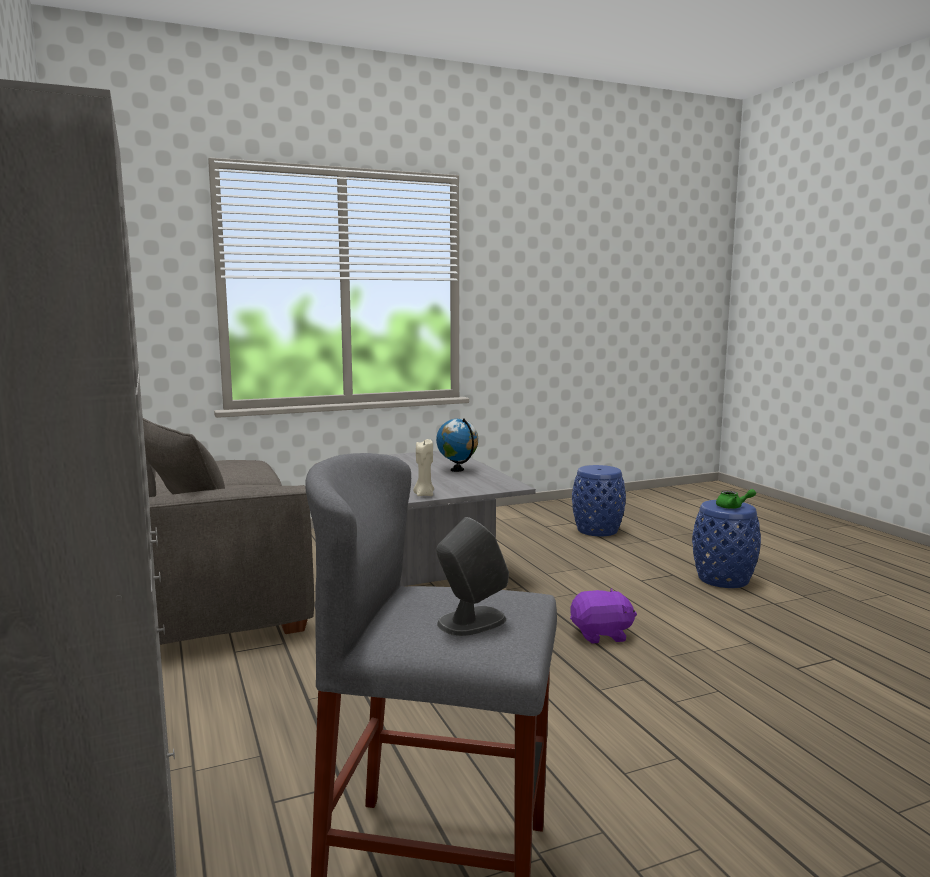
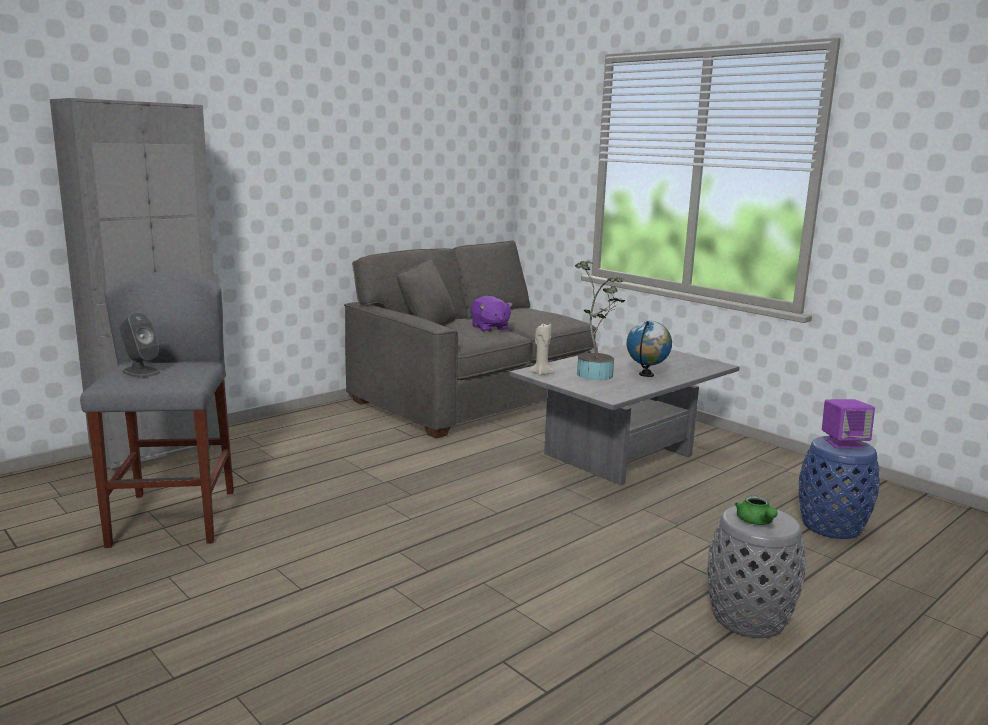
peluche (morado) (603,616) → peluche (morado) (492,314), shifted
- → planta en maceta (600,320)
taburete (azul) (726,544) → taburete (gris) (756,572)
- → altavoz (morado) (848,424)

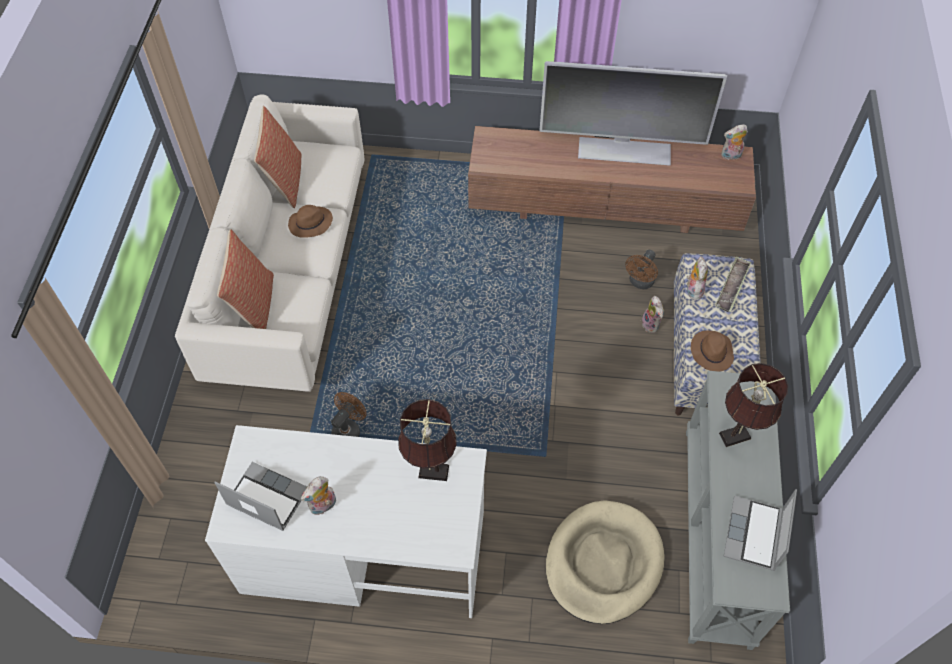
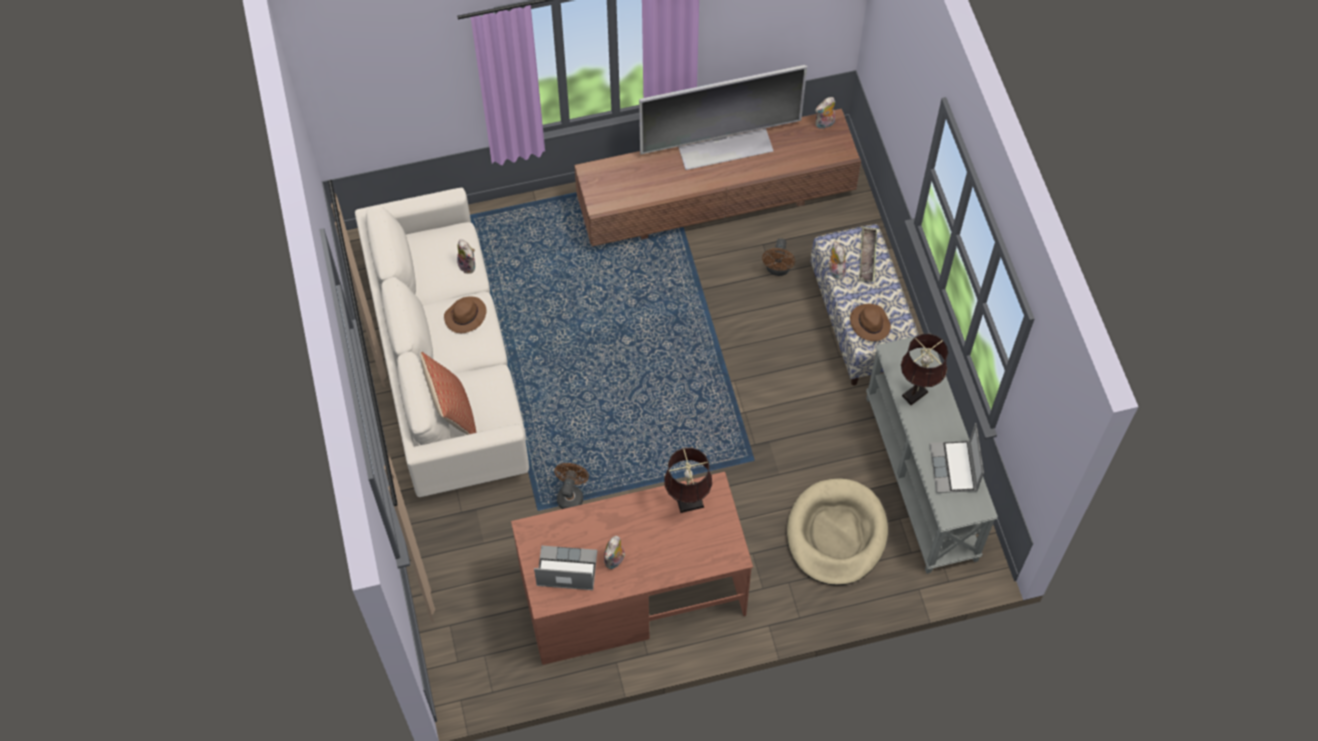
peluche (653,314) → peluche (466,256), shifted
escritorio (blanco) (346,521) → escritorio (marrón) (632,568)
cojín (278,157) → -

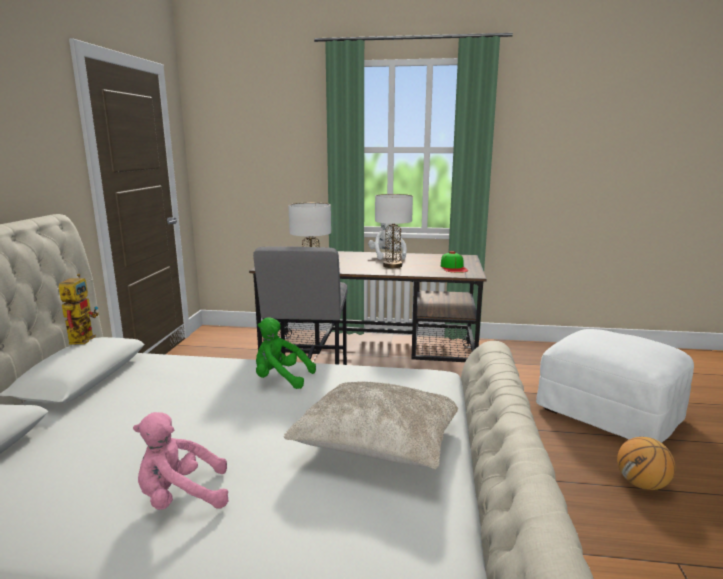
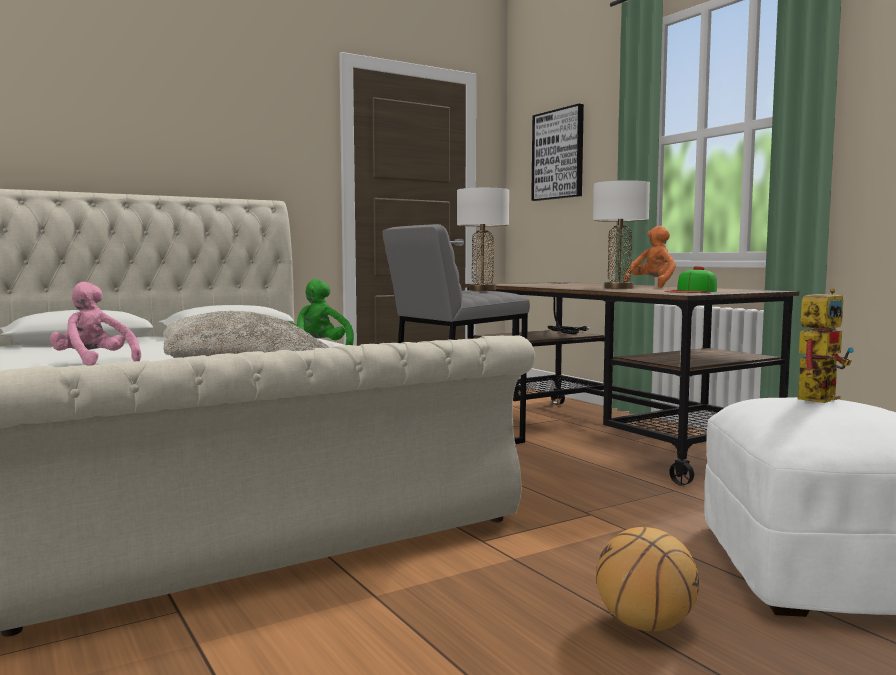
- → cuadro (557,152)
peluche (blanco) (387,241) → peluche (naranja) (649,257)
robot de juguete (79,309) → robot de juguete (826,346), shifted

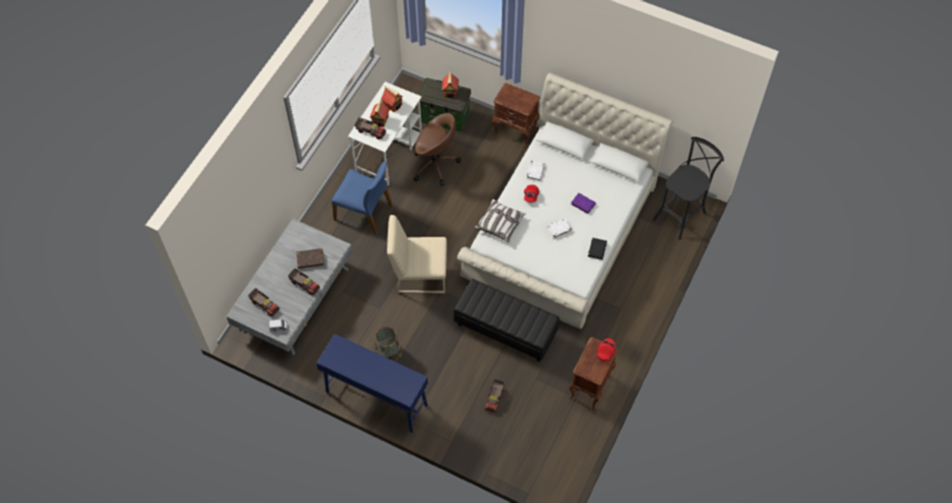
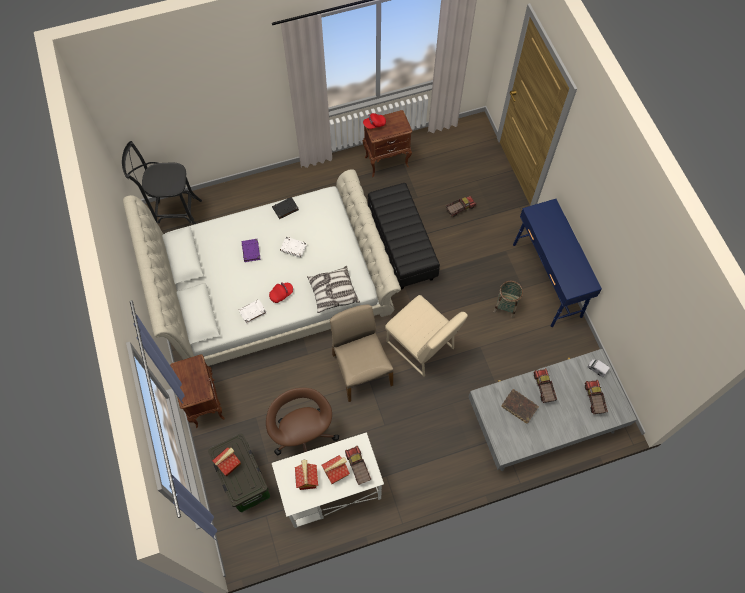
- → silla (beis) (361,353)
silla (azul) (362,197) → -

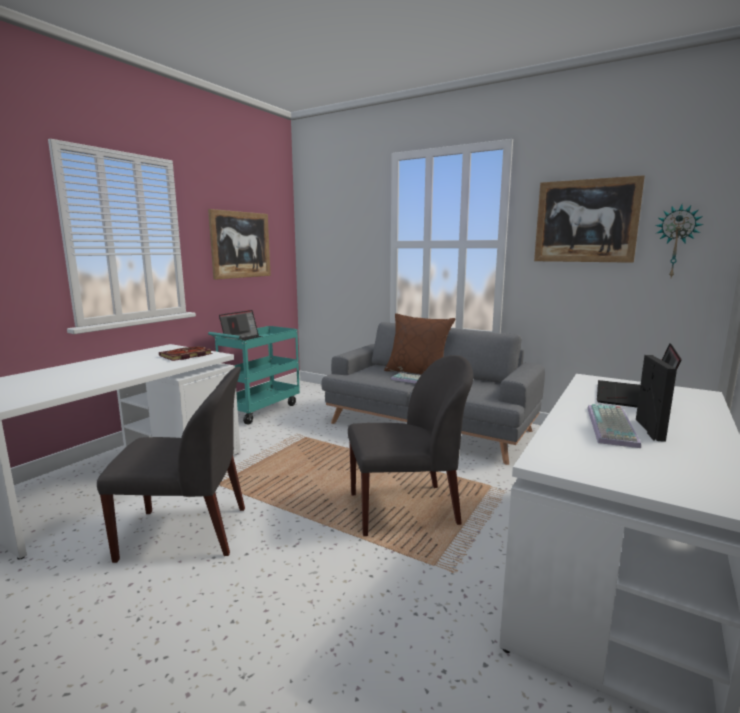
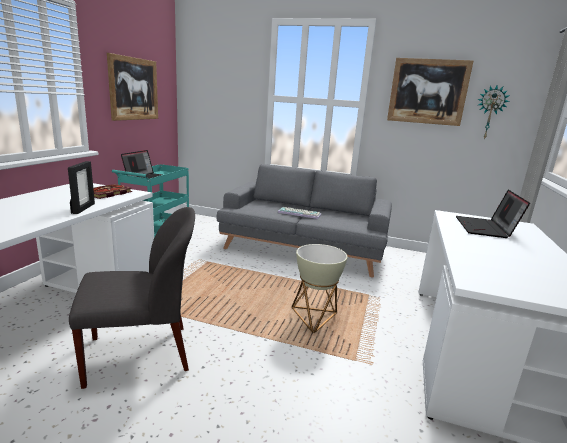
portarretratos (656,398) → portarretratos (81,187), shifted
silla (gris) (410,445) → maceta (319,288)
cojín (marrón) (419,344) → -
teclado (614,426) → -

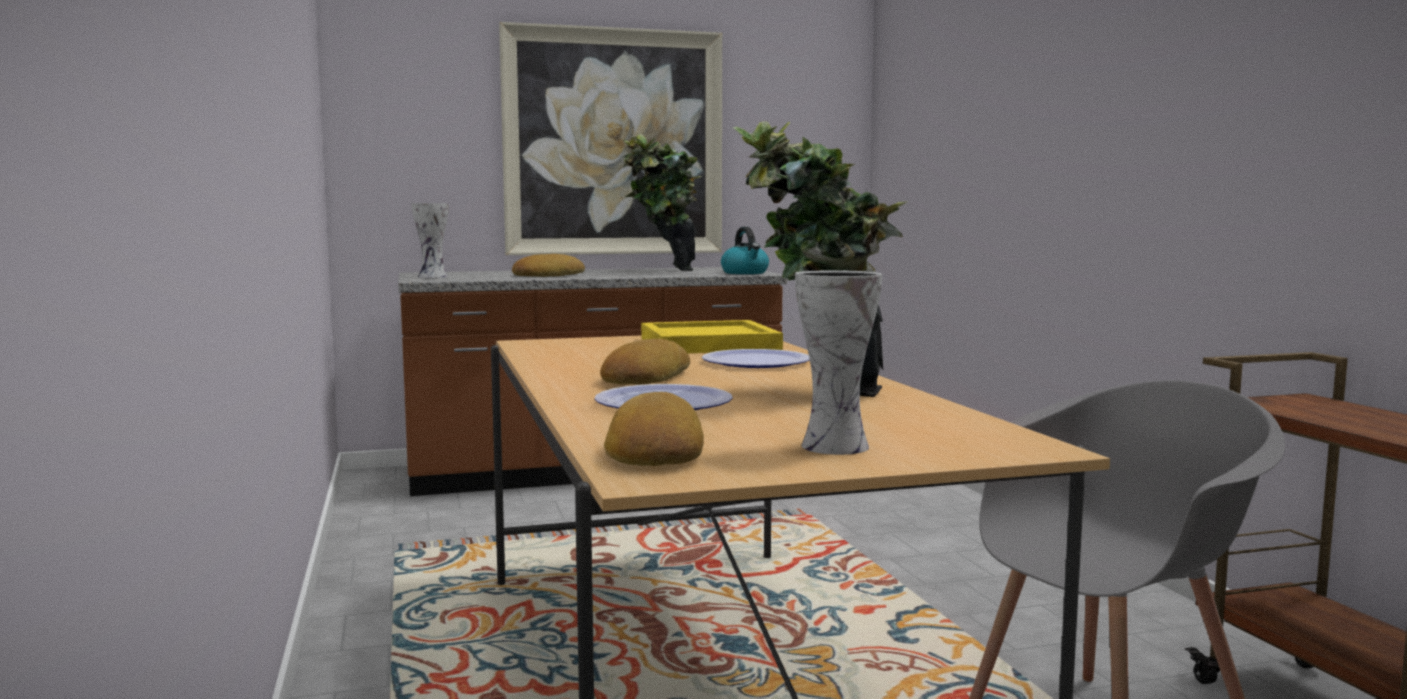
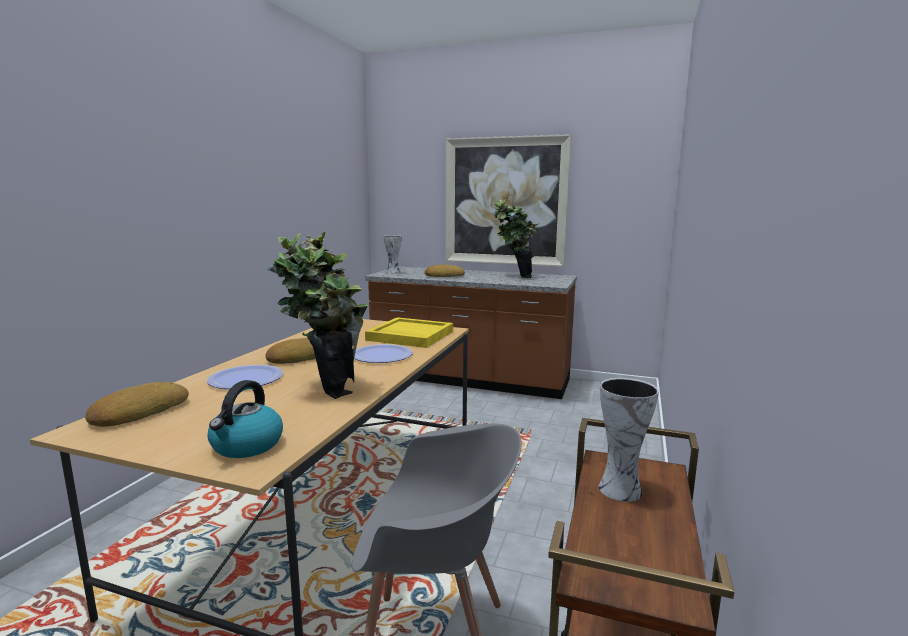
hervidor (745,250) → hervidor (245,419), shifted
florero (838,362) → florero (629,440), shifted

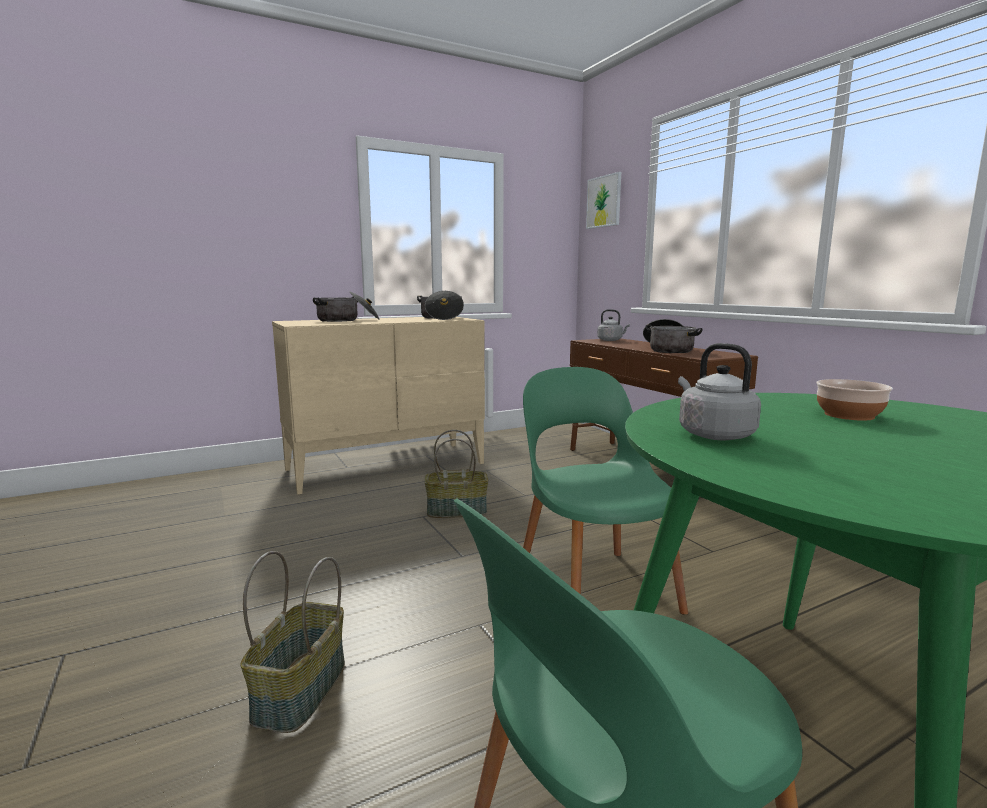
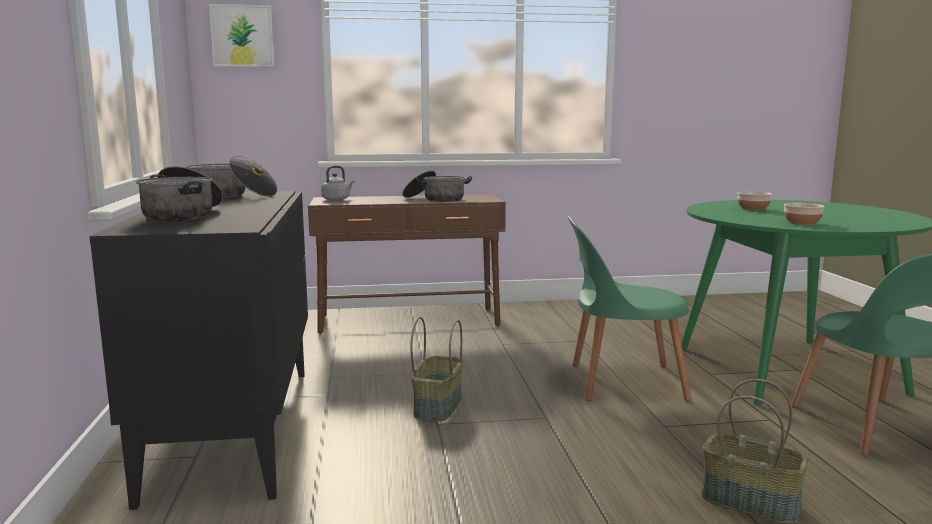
armario (beis) (378,406) → armario (negro) (198,350)
hervidor (gris) (719,391) → cuenco (804,214)

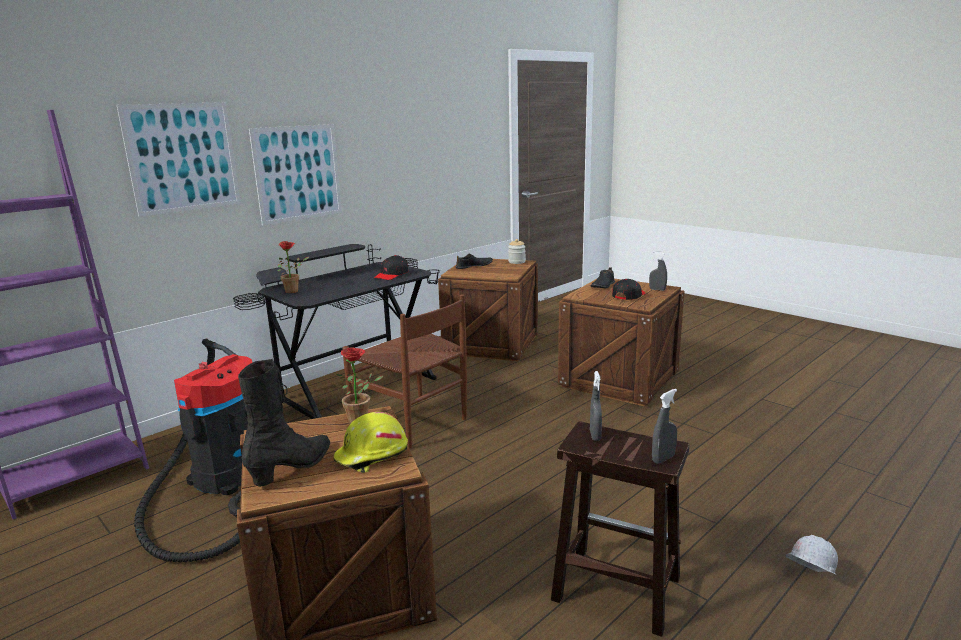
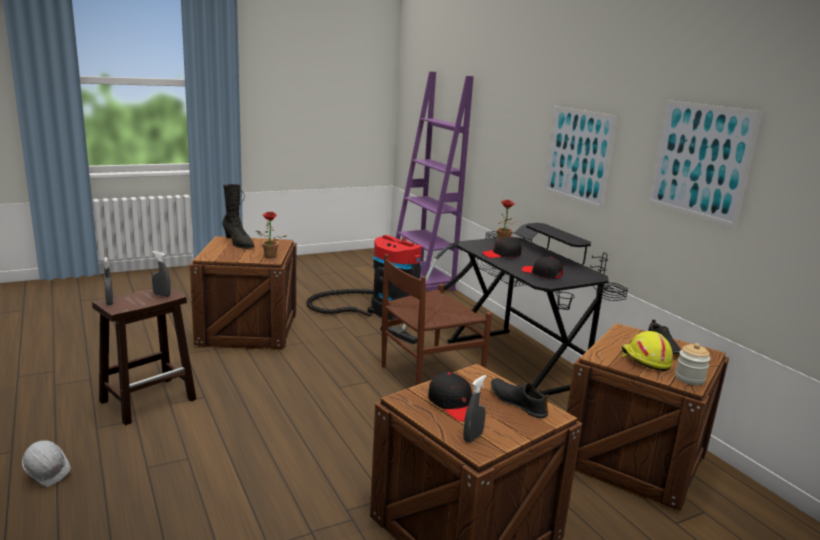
- → gorra (negro) (502,247)
casco (amarillo) (370,442) → casco (amarillo) (647,351), shifted
cuadro (179,159) → cuadro (705,164), shifted

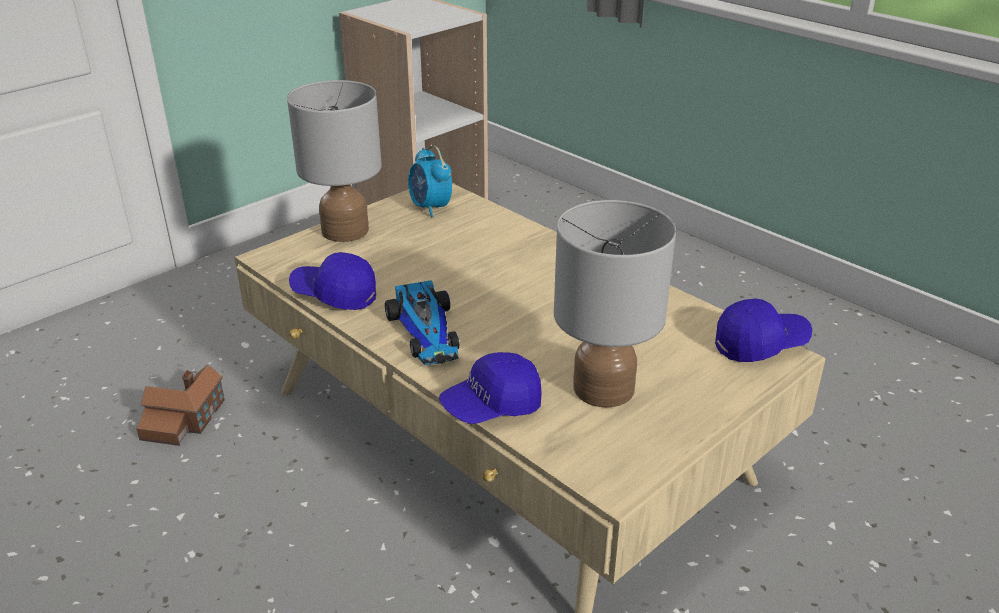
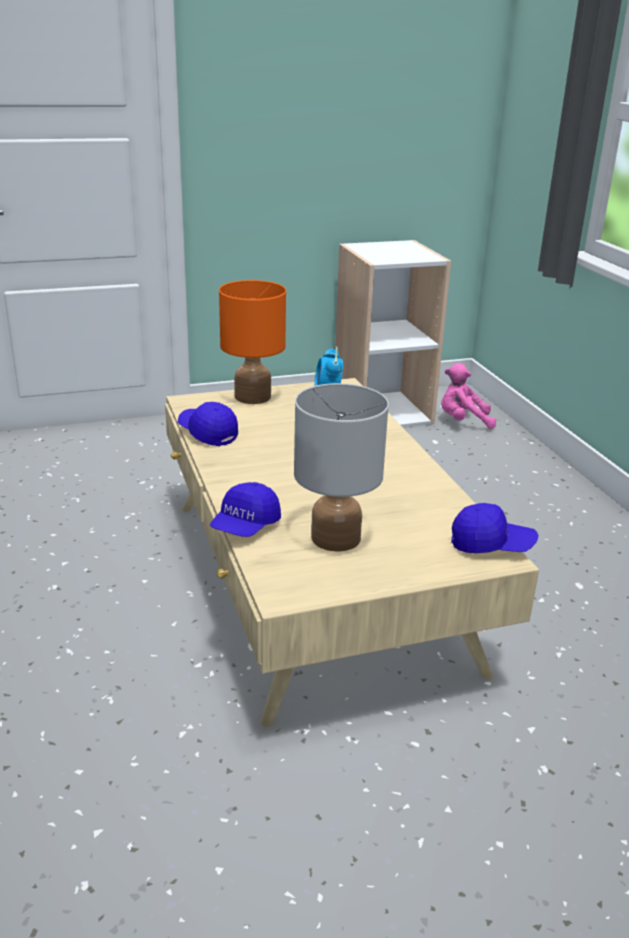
gorra (azul) (490,388) → gorra (azul) (245,509), 60 degrees counterclockwise
lámpara de mesa (gris) (334,161) → lámpara de mesa (naranja) (252,342)
- → peluche (rosa) (468,396)
casita (180,405) → -
coche de juguete (422,322) → -

